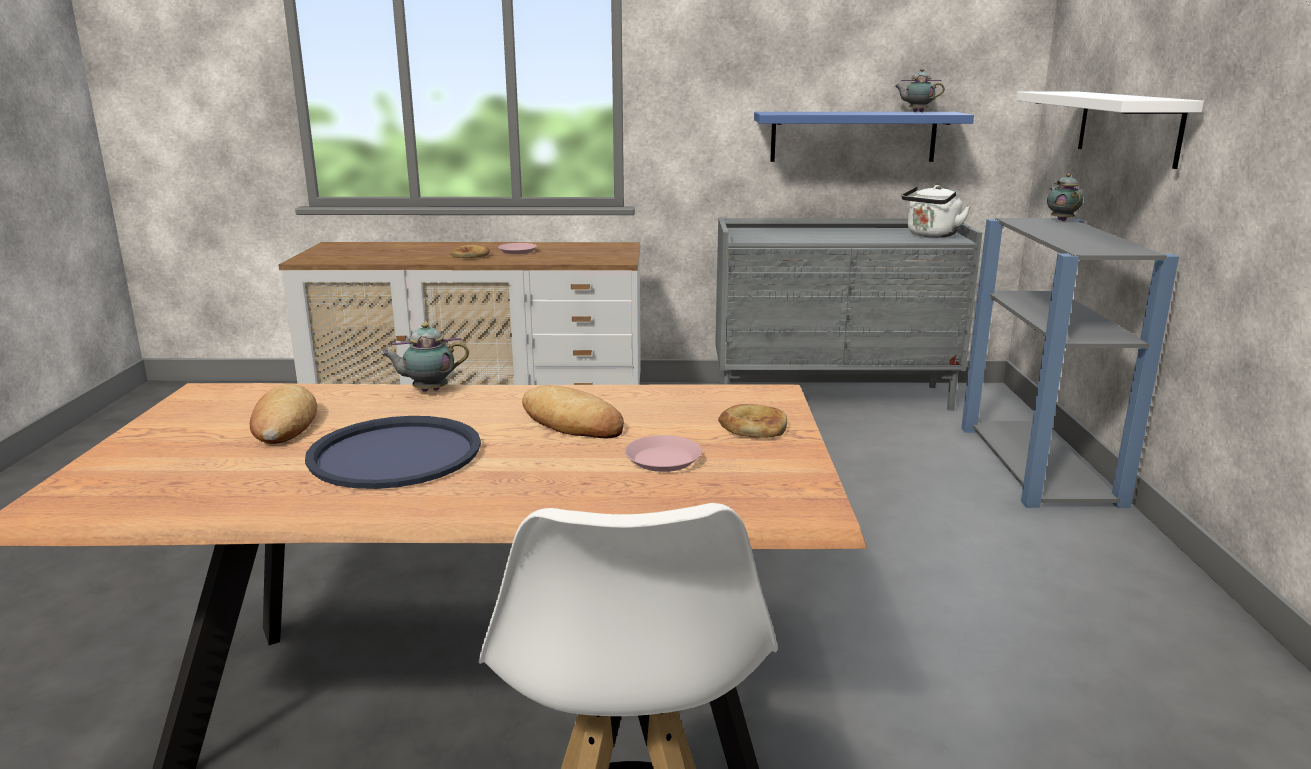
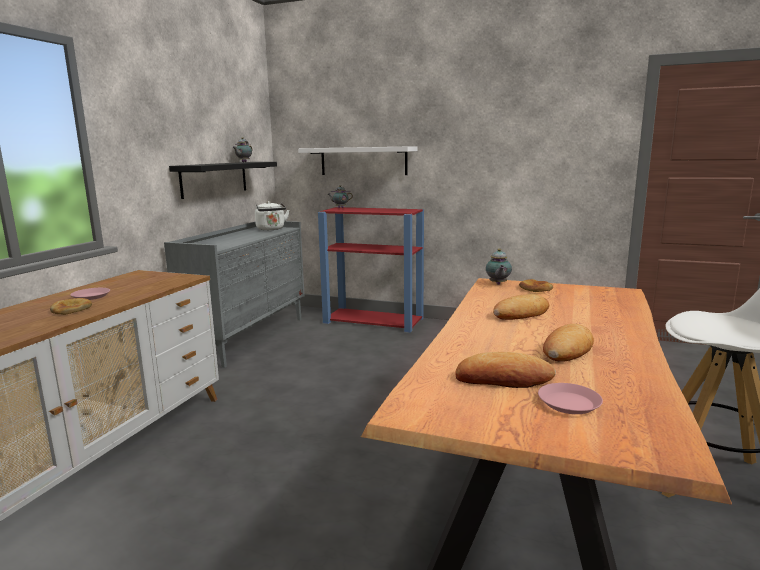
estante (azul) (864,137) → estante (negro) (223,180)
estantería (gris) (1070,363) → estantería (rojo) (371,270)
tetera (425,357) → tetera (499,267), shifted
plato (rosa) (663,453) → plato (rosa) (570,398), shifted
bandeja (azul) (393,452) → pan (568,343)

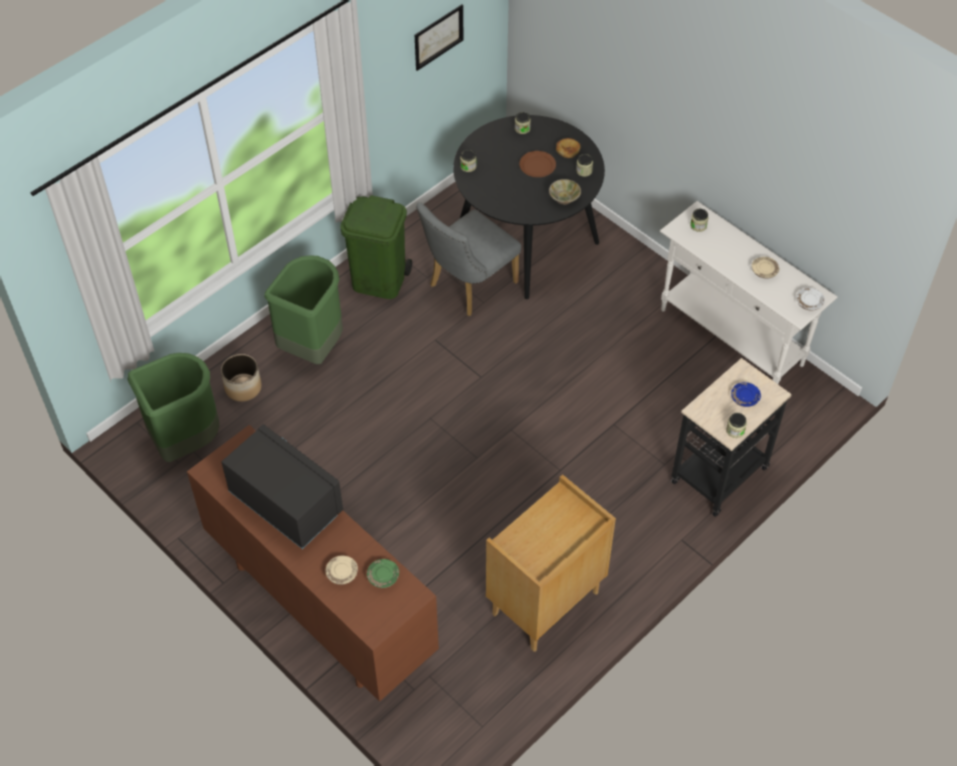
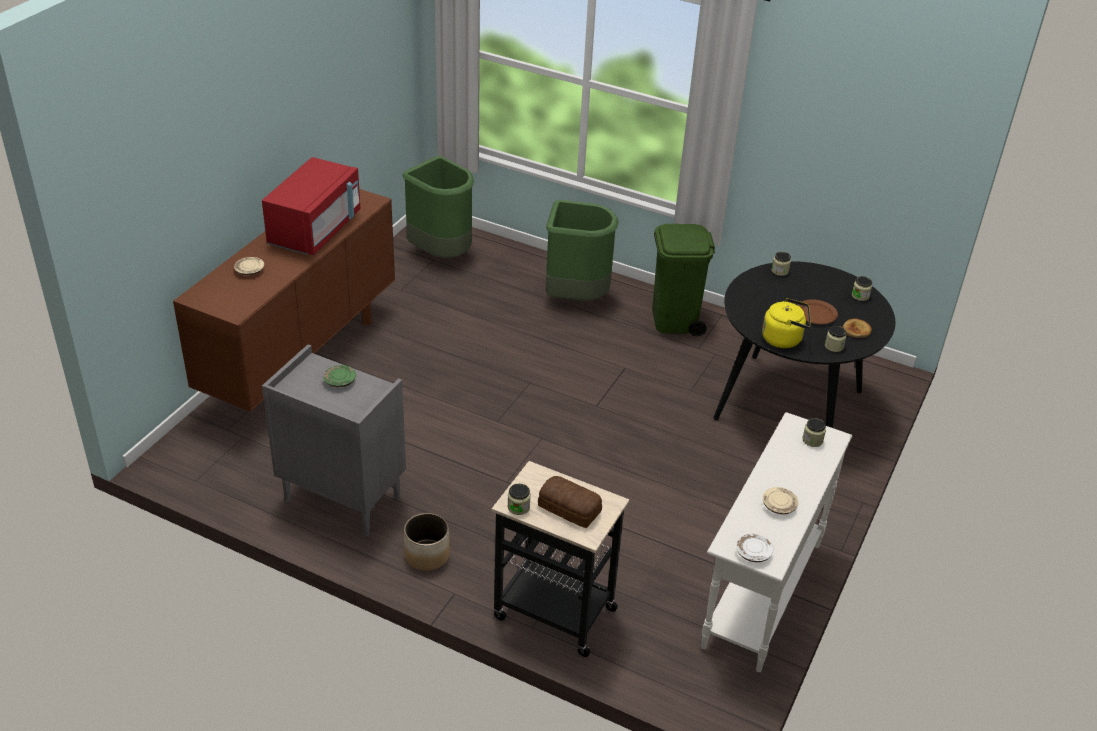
microondas (negro) (282,486) → microondas (rojo) (311,206)
armario (marrón) (551,563) → armario (gris) (334,440)
plato (verde) (383,573) → plato (verde) (339,376), shifted
maceta (241,378) → maceta (427,542), shifted
plato (azul) (746,394) → pan (570,502)
cuenco (beis) (565,192) → hervidor (amarillo) (786,323)
cuadro (439,38) → -
silla (gris) (468,259) → -

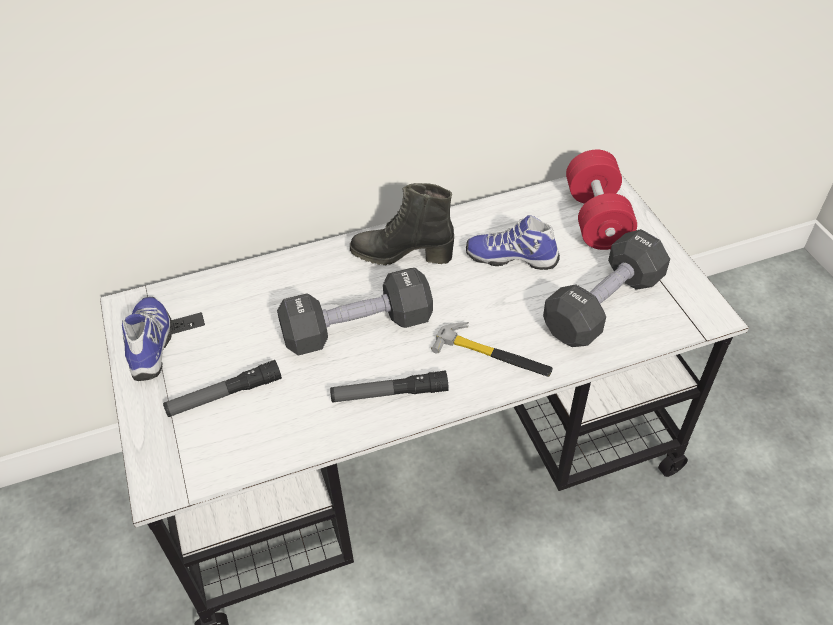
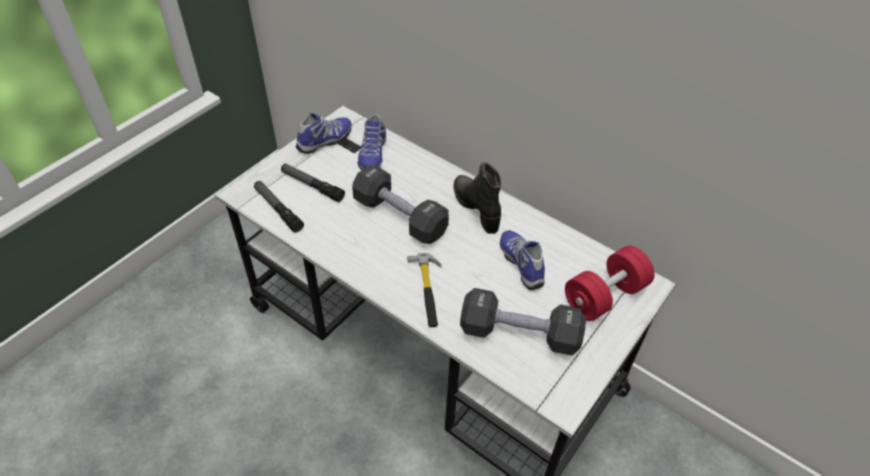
linterna (389,386) → linterna (279,207), shifted
- → zapato (371,142)

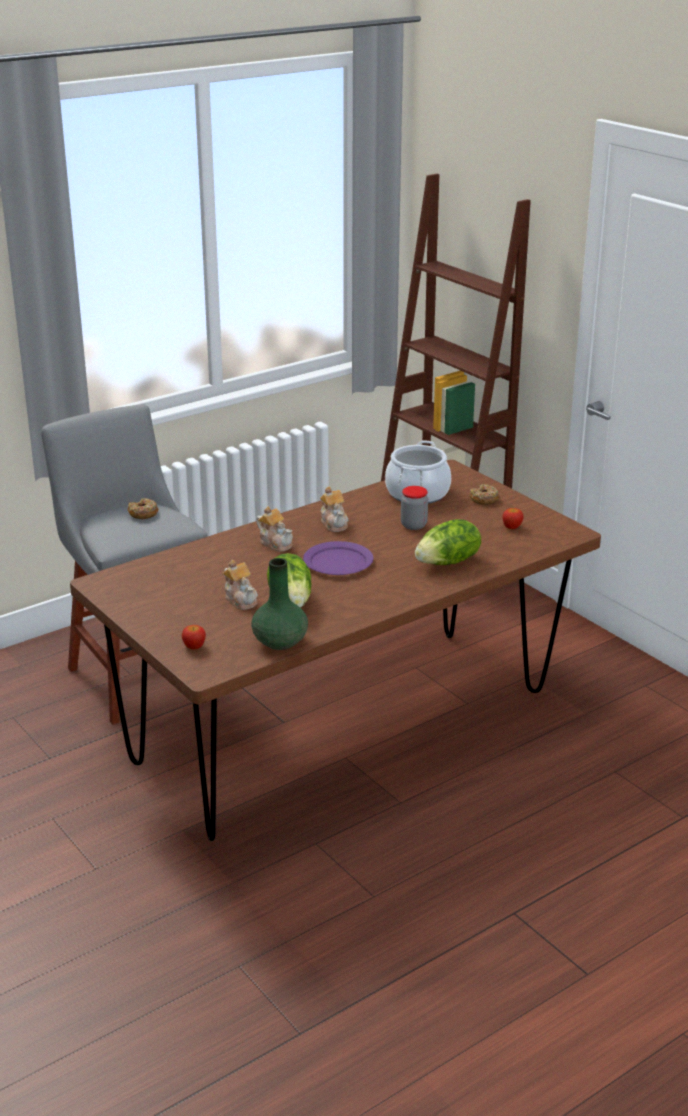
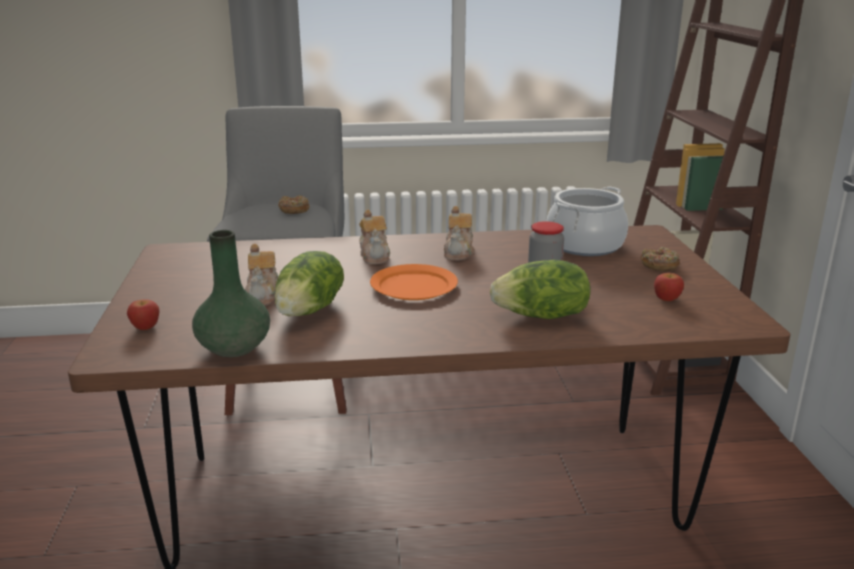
plato (morado) (338,558) → plato (naranja) (414,282)

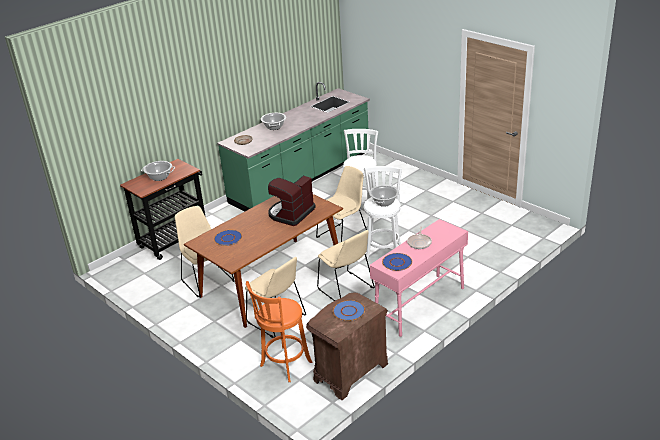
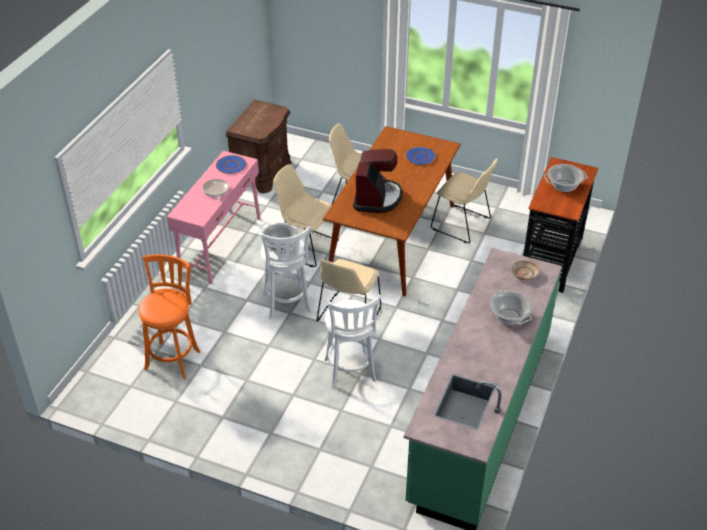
taburete (naranja) (279,331) → taburete (naranja) (169,317), shifted
plato (azul) (349,310) → -

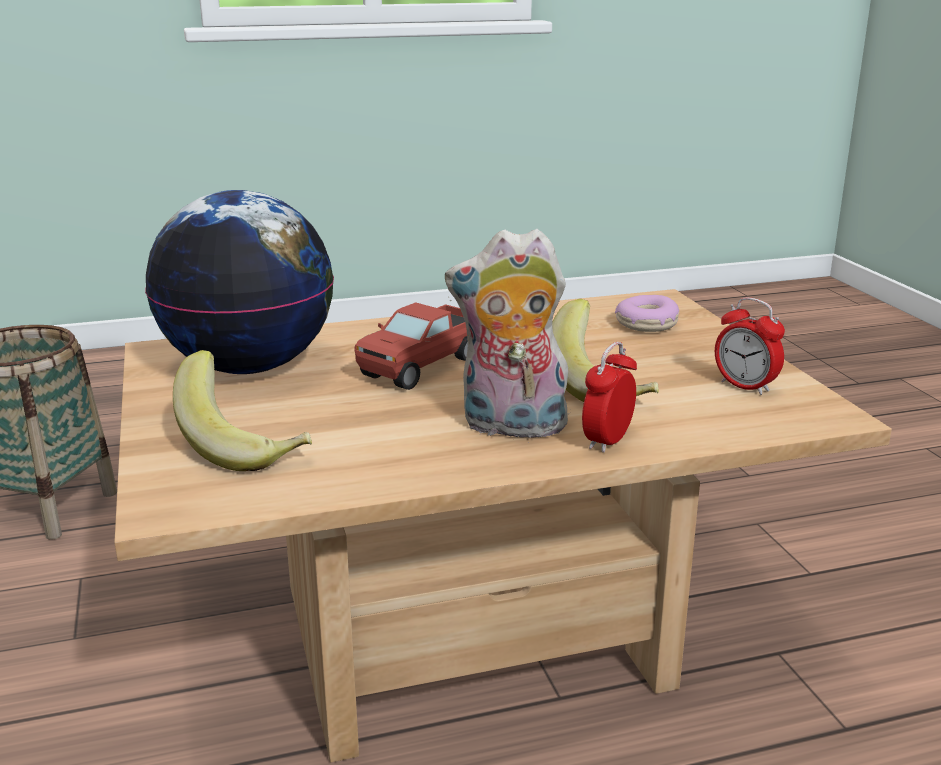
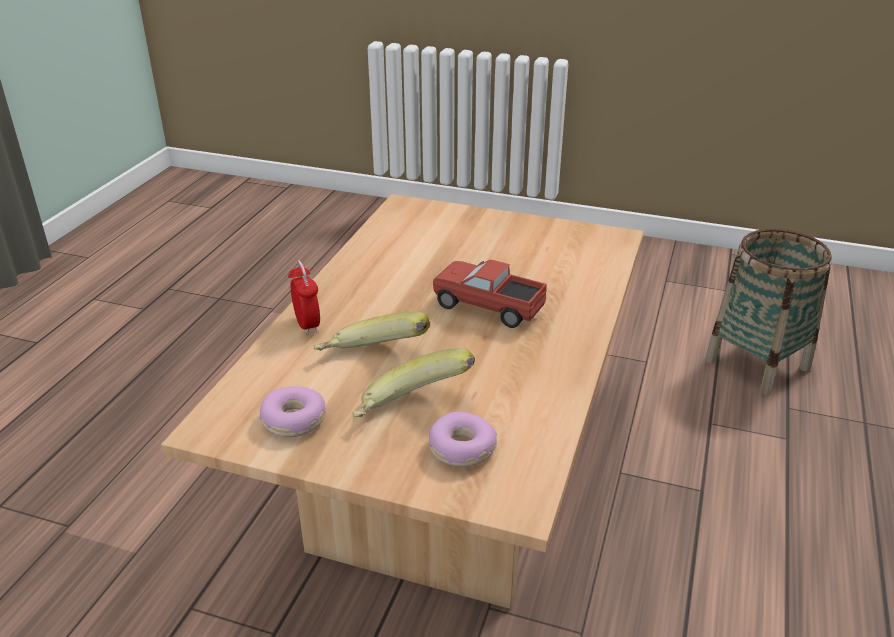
despertador (750,346) → rosquilla (293,411)
plátano (242,410) → plátano (413,382), shifted
camión de juguete (411,346) → camión de juguete (490,294), 45 degrees counterclockwise
globo terráqueo (239,282) → -
peluche (509,333) → -

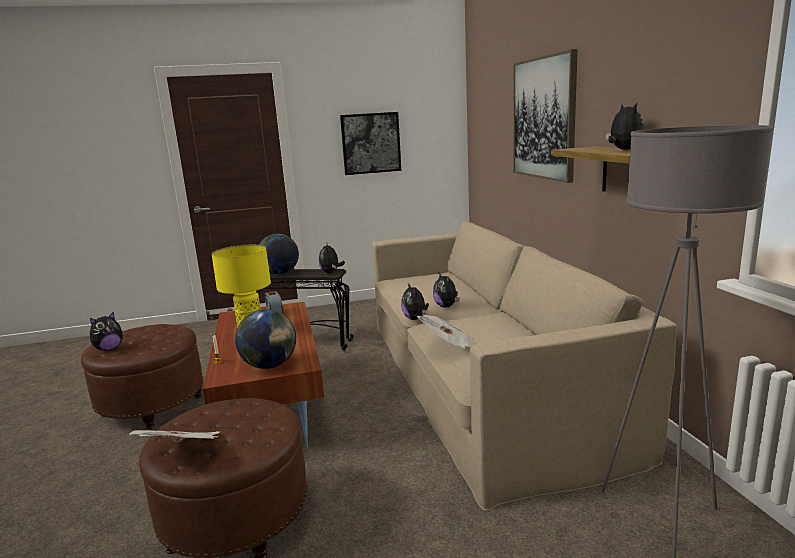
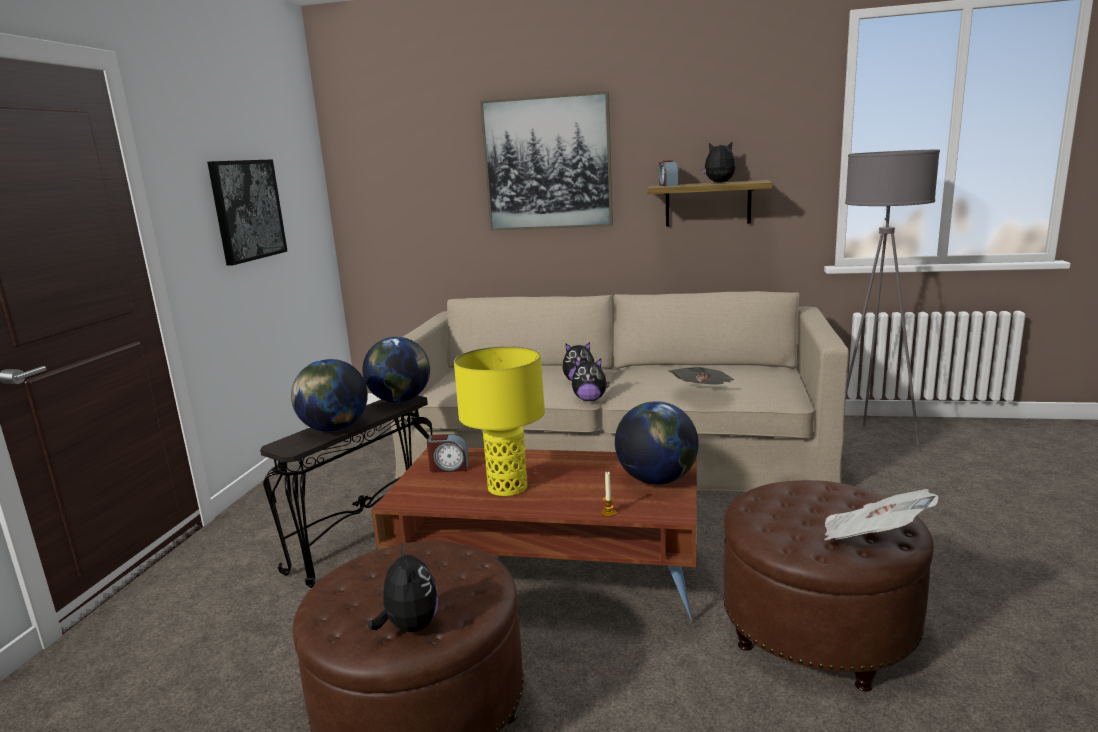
peluche (332,257) → globo terráqueo (396,370)
- → despertador (669,173)

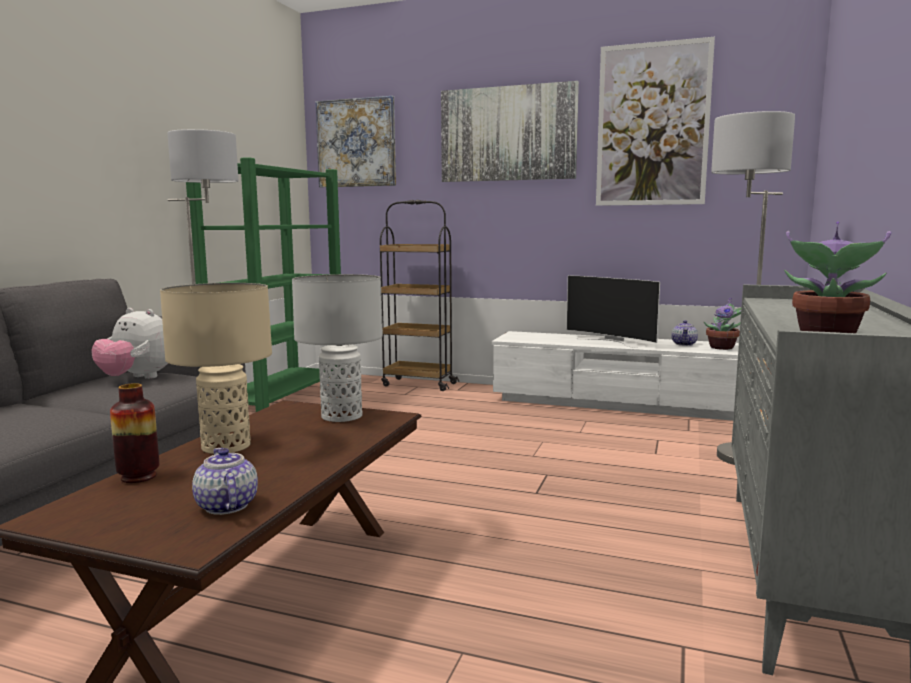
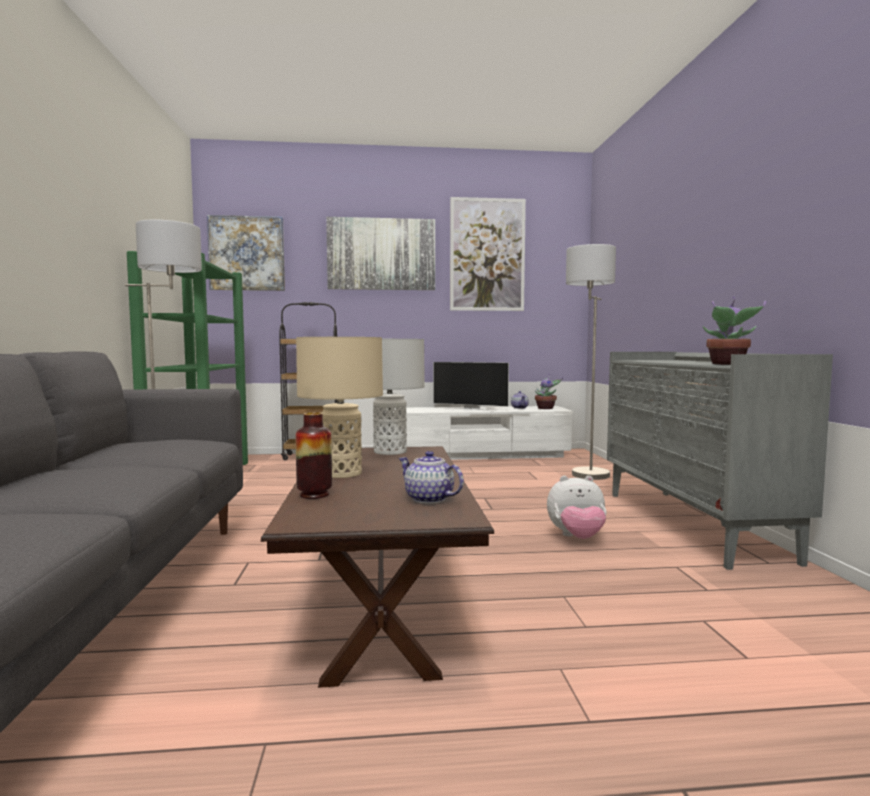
peluche (129,343) → peluche (577,507), shifted

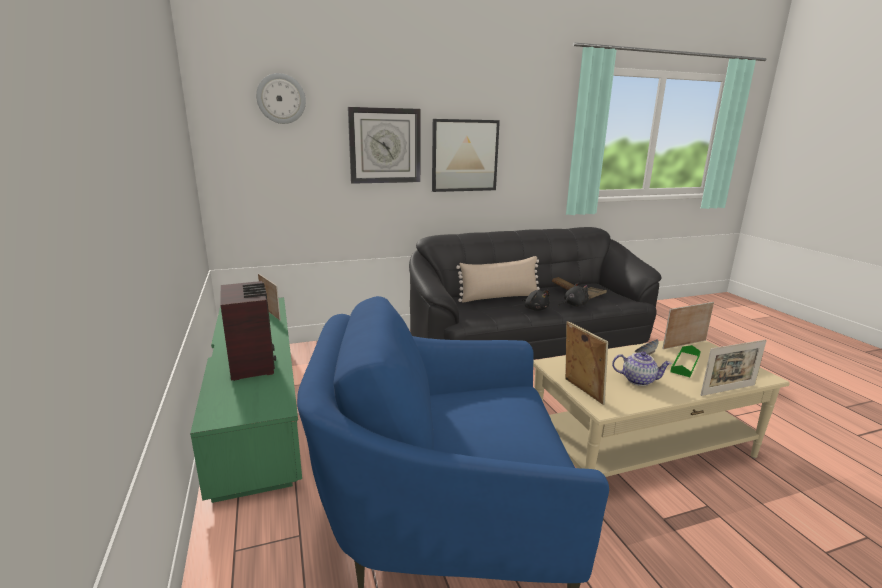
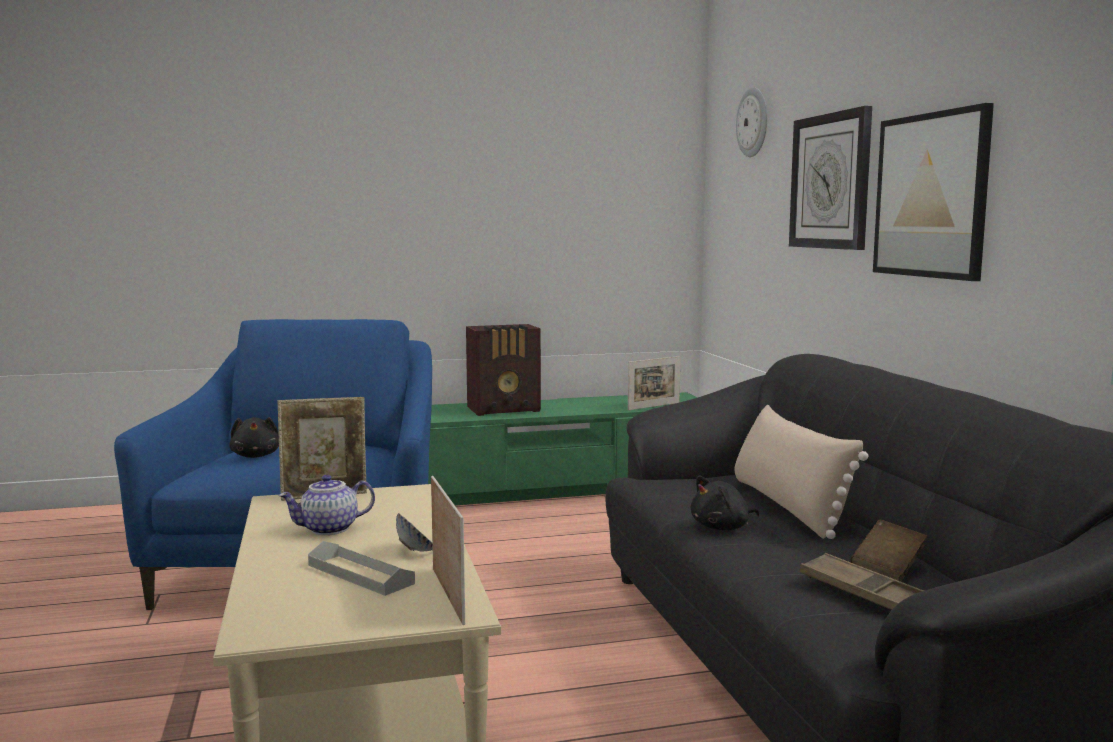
peluche (negro) (573,295) → peluche (negro) (254,437), shifted
tetera (642,368) → tetera (326,505), 45 degrees clockwise
bandeja (verde) (685,361) → bandeja (gris) (361,568)
portarretratos (734,368) → -

